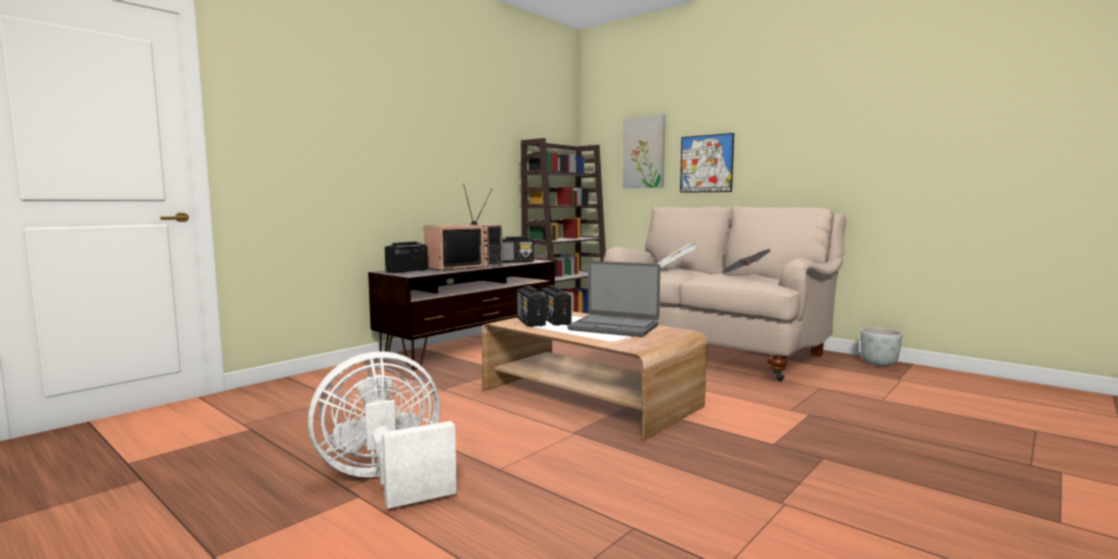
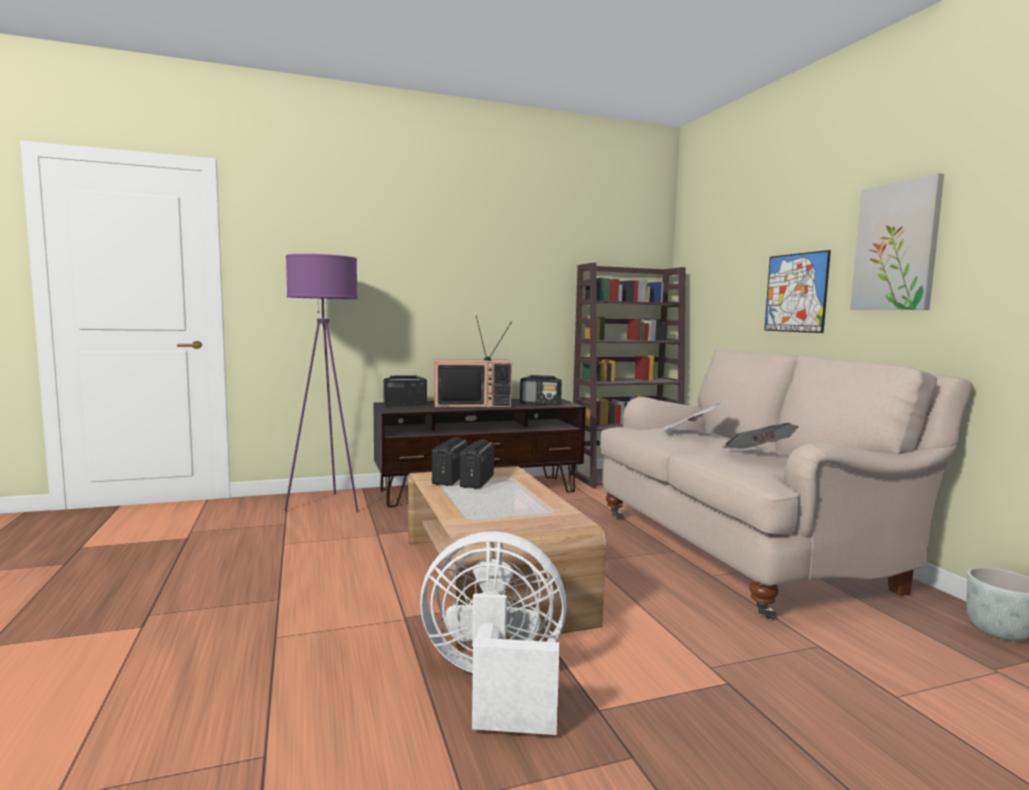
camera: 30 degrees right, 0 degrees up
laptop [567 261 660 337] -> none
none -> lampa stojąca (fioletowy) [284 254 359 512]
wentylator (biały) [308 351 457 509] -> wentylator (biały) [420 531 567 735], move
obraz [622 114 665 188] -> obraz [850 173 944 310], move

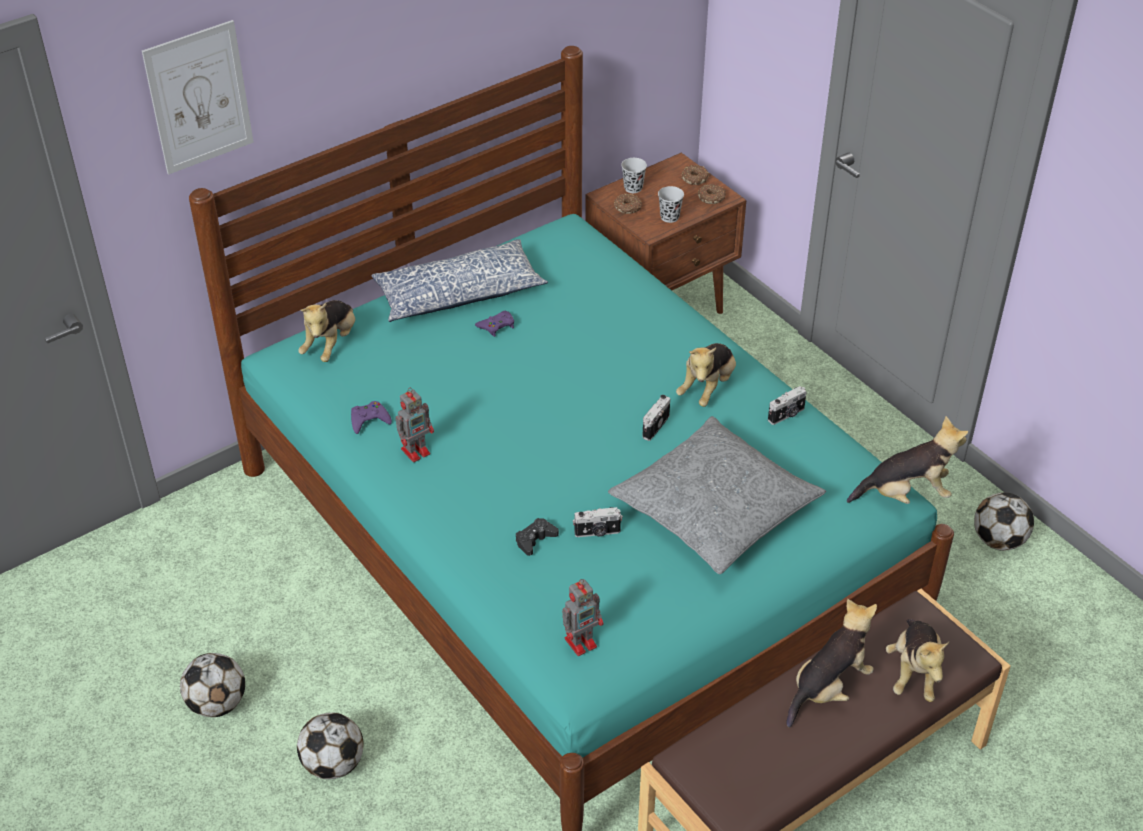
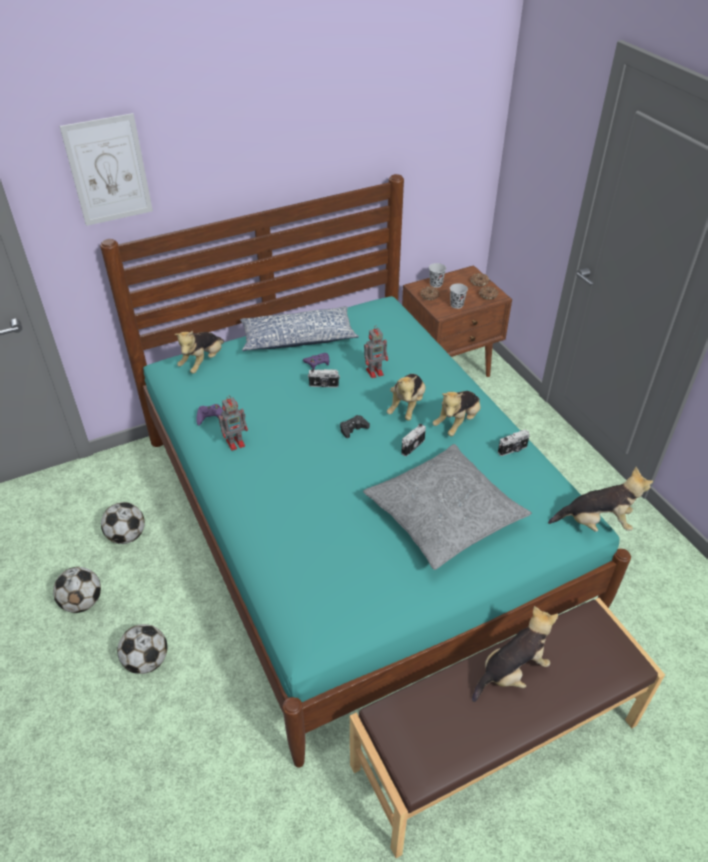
camera: 10 degrees right, 0 degrees up
pad do gier (czarny) [516 518 559 556] -> pad do gier (czarny) [340 415 370 438], move
robot zabawkowy [562 579 603 656] -> robot zabawkowy [364 326 388 378], move
aparat fotograficzny [573 507 623 537] -> aparat fotograficzny [308 369 340 388], move
pluszak [886 619 949 702] -> pluszak [387 374 425 421], move
piłka futbolowa [974 492 1034 551] -> piłka futbolowa [101 502 145 544], move

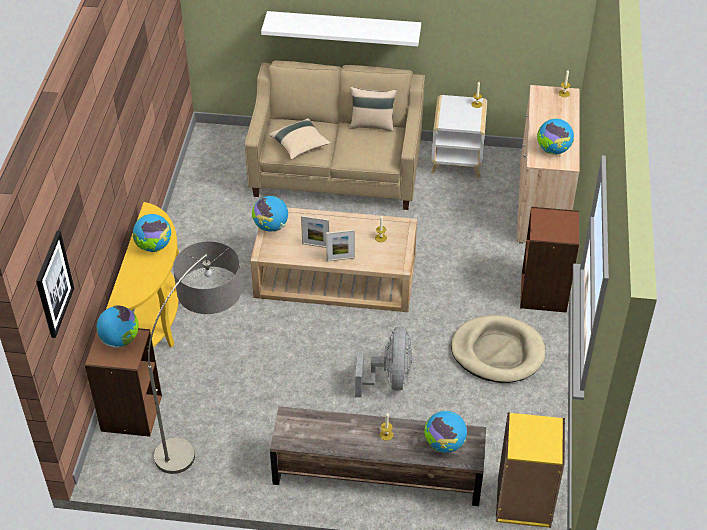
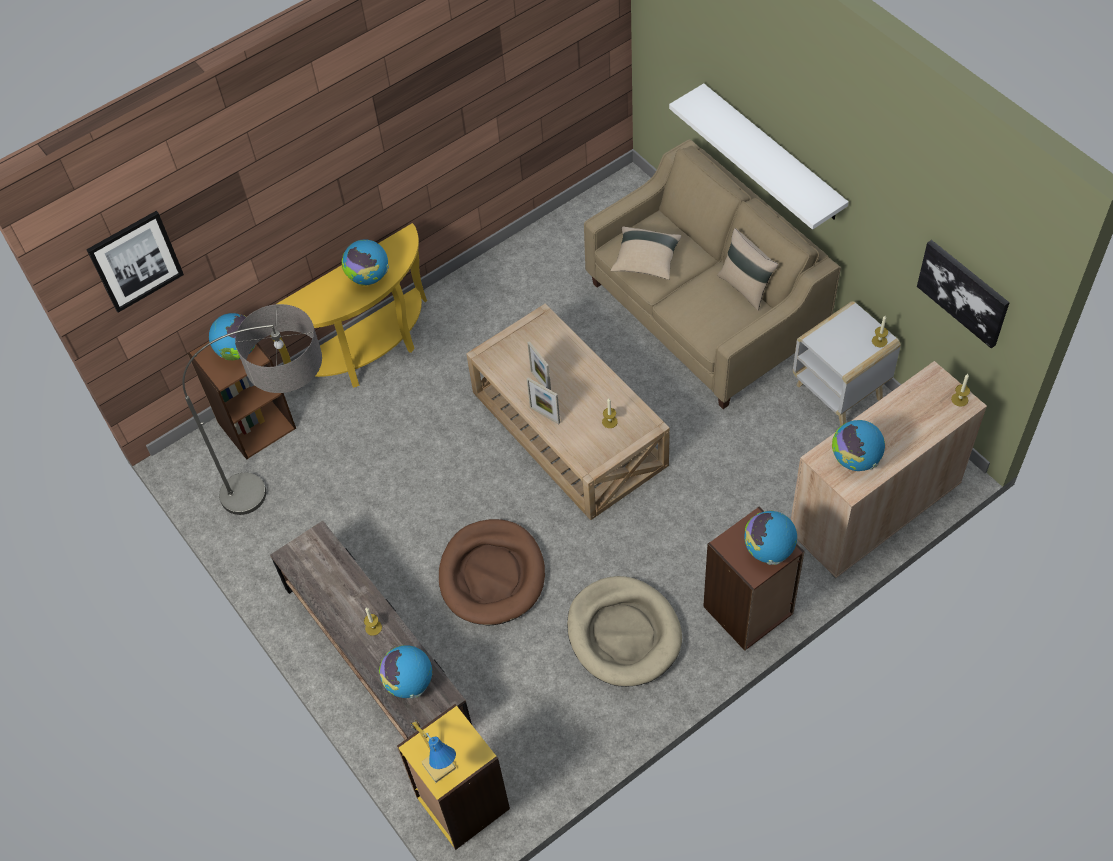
camera: 50 degrees right, 10 degrees up
none -> lampa stołowa [410 720 457 783]
none -> obraz [917 240 1010 348]
globus [252 196 288 231] -> globus [744 511 797 565], move
wentylator (szary) [355 327 412 397] -> legowisko (brązowy) [439 519 545 625]

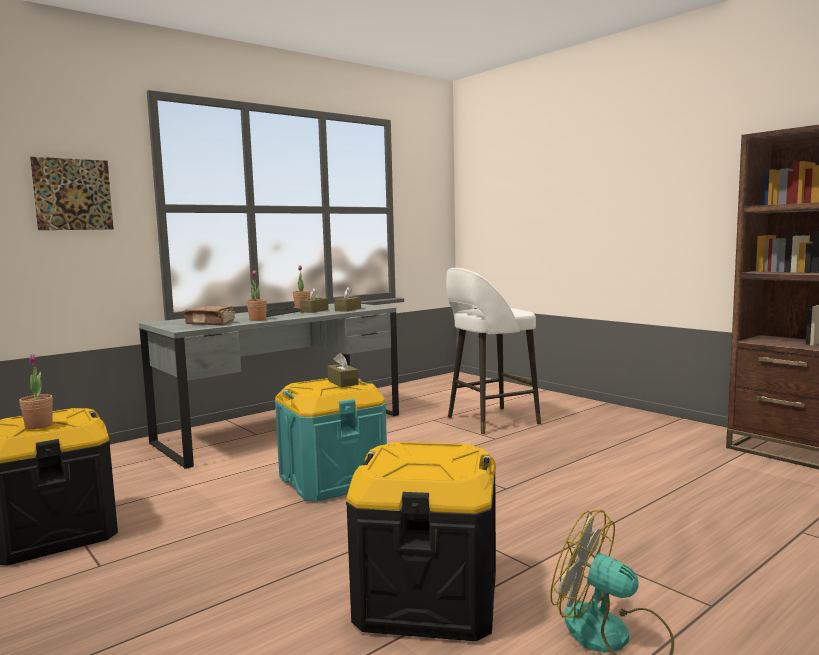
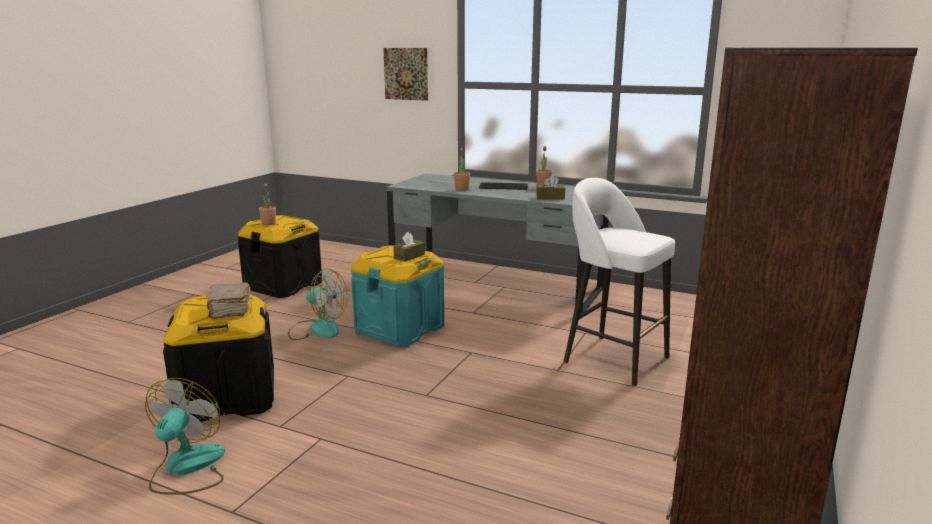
camera: 65 degrees right, 10 degrees up
pudełko chusteczek (brązowy) [300 287 329 313] -> none
none -> wentylator [288 269 347 340]
książka (brązowy) [183 305 235 326] -> książka (brązowy) [207 283 250 319], move

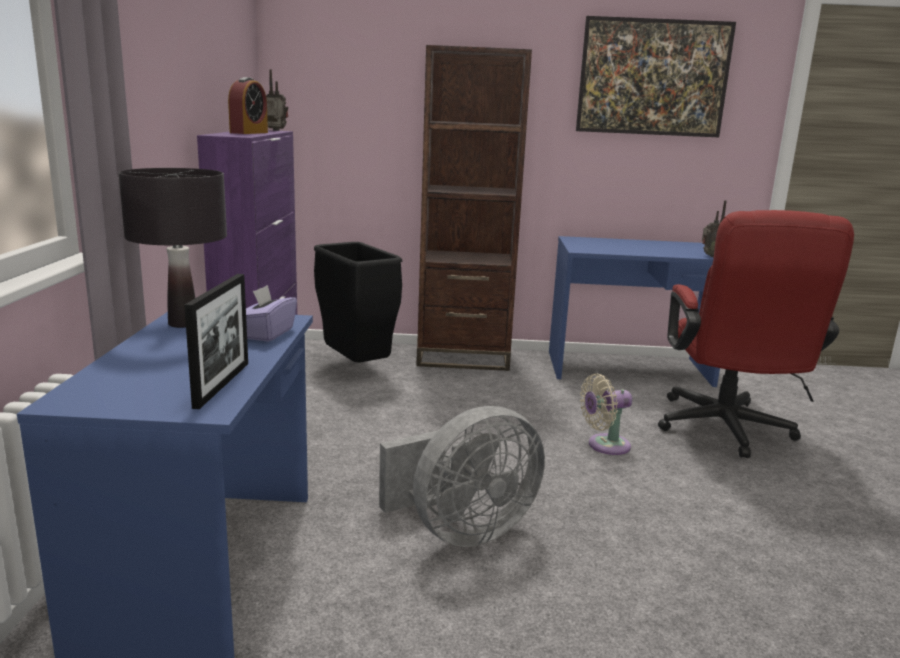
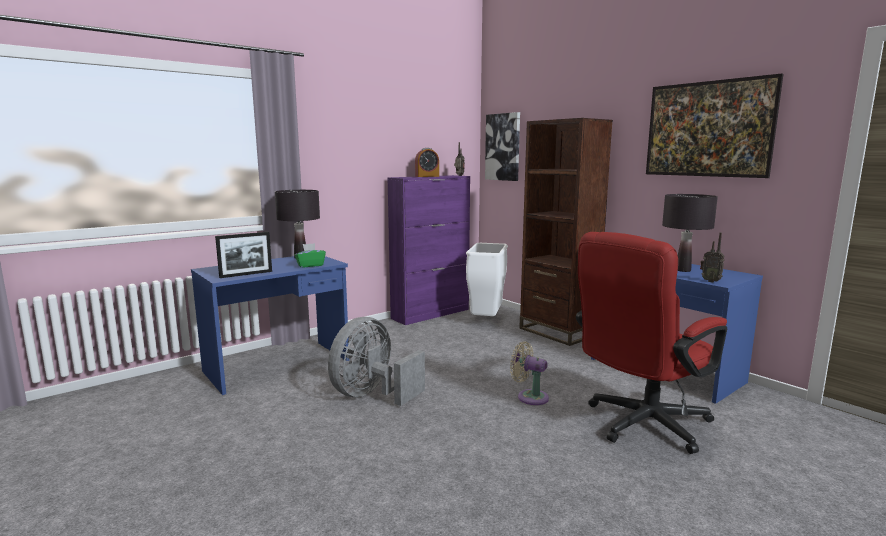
camera: 50 degrees right, 5 degrees down
none -> obraz [485 112 520 181]
none -> lampa stołowa (czarny) [662 194 718 272]
pudełko chusteczek (fioletowy) [246 285 297 342] -> pudełko chusteczek (zielony) [295 243 326 268]
kosz na śmieci (czarny) [314 242 402 363] -> kosz na śmieci (biały) [466 243 508 316]
wentylator (szary) [379 406 545 547] -> wentylator (szary) [328 317 425 406], 105 degrees clockwise

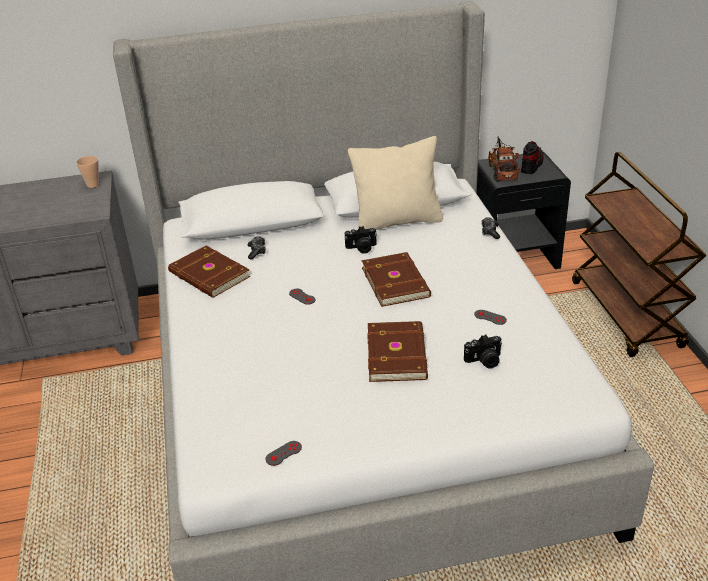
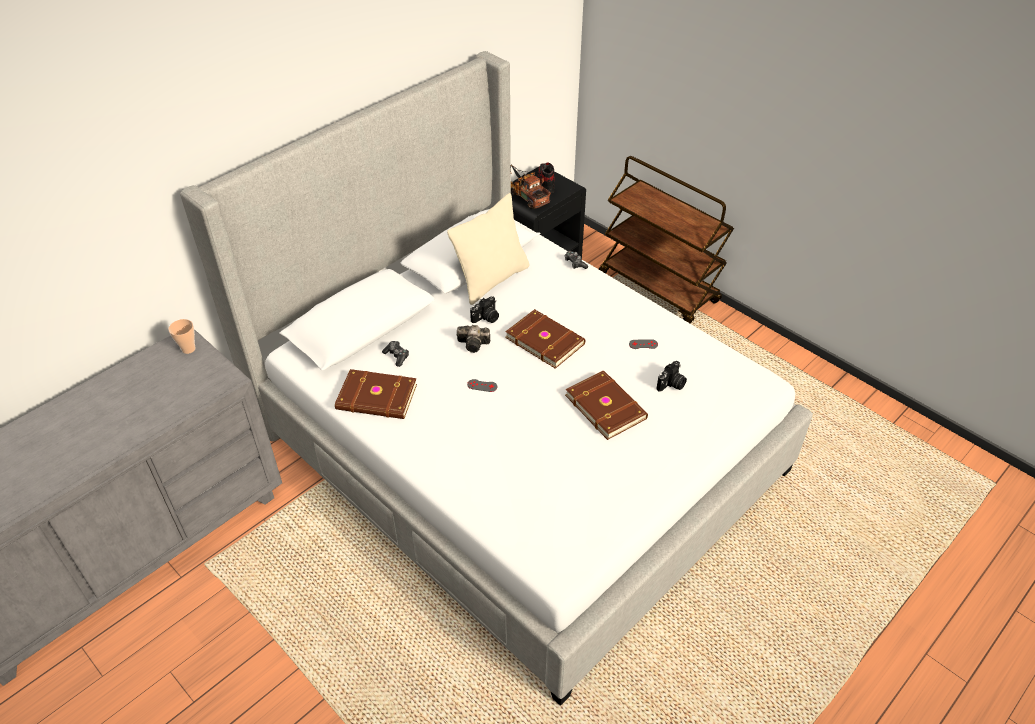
camera: 35 degrees left, 10 degrees up
pad do gier (szary) [266 441 302 466] -> none
none -> aparat fotograficzny [457 325 490 353]

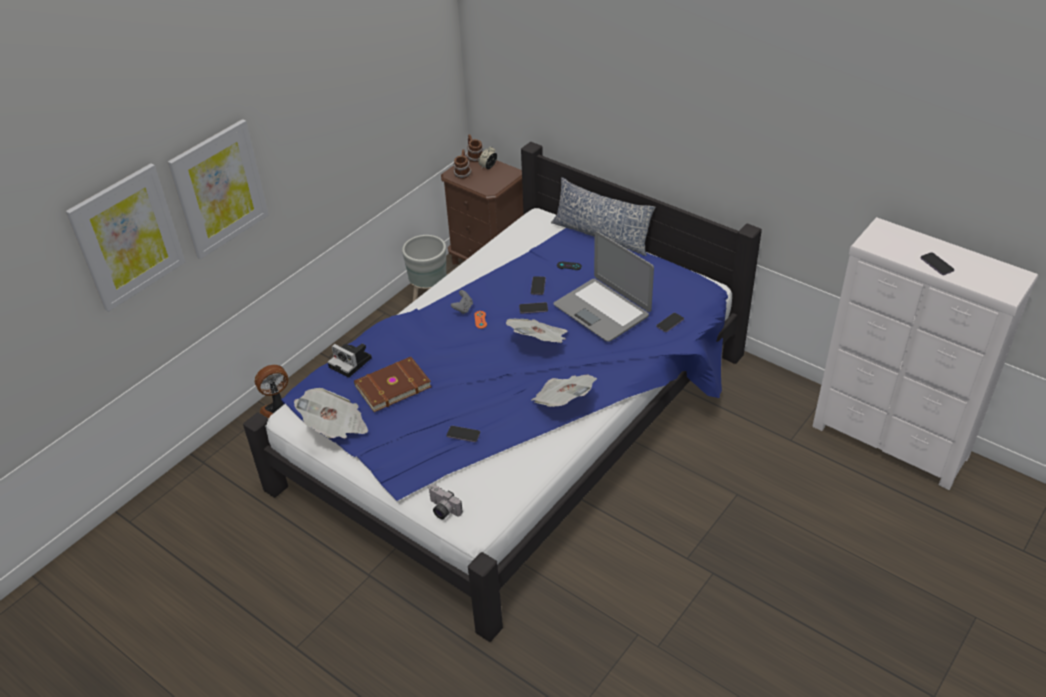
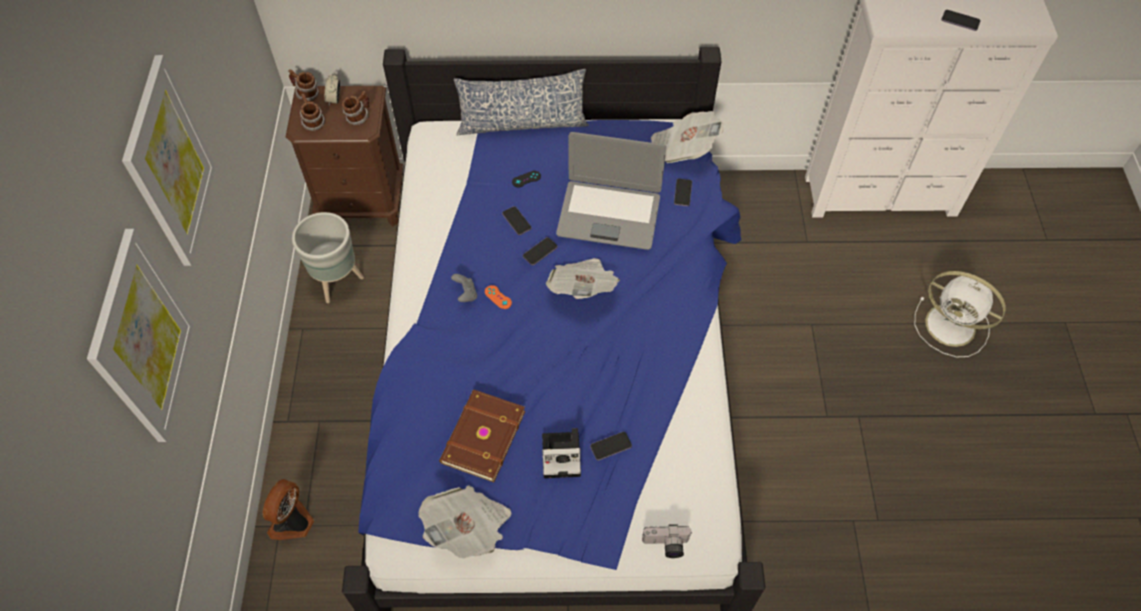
camera: 40 degrees left, 15 degrees up
none -> kubek [342 91 370 126]
none -> wentylator (biały) [914 271 1006 357]
obraz [66 163 185 312] -> obraz [122 55 216 266], move
aparat fotograficzny [328 343 372 378] -> aparat fotograficzny [542 428 581 478], move
gazeta [531 374 597 407] -> gazeta [651 111 724 163], move

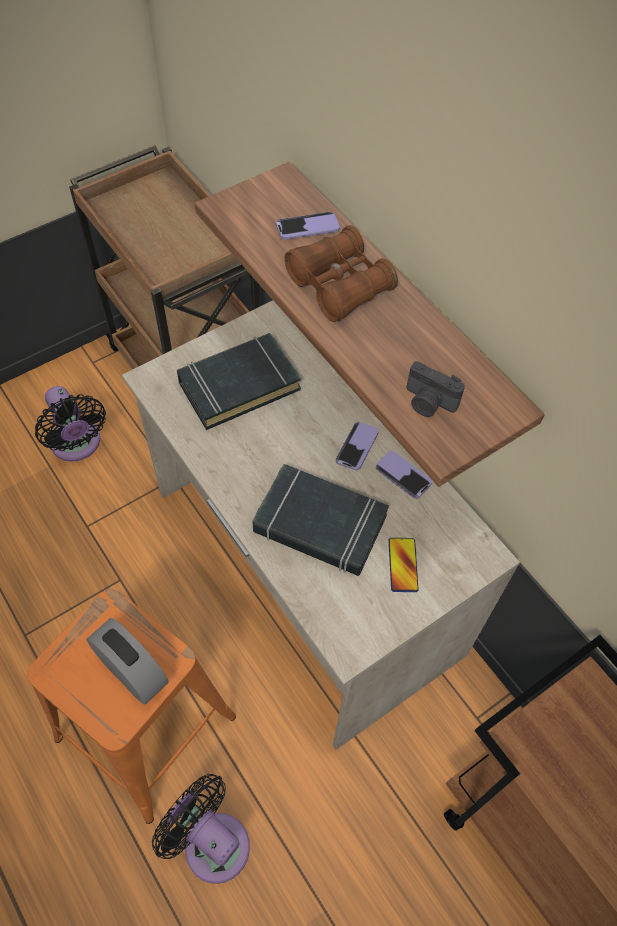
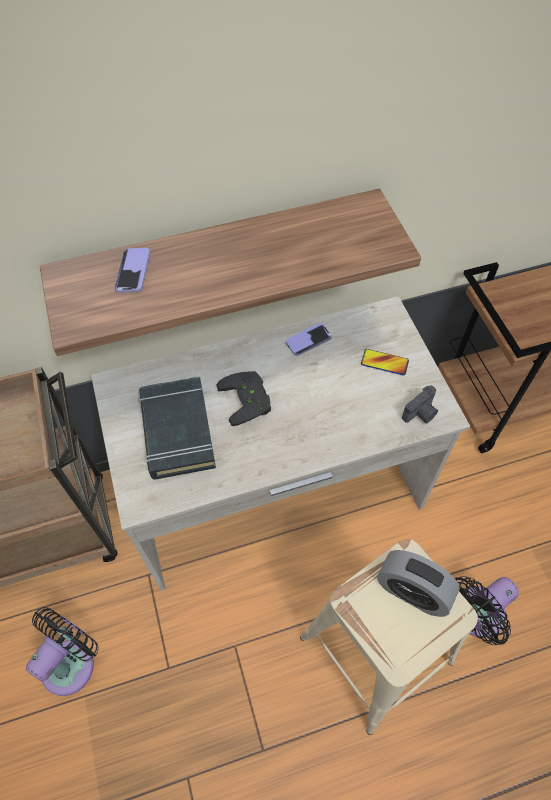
camera: 70 degrees left, 0 degrees up
książka (czarny) [252 464 389 576] -> none
lornetka (brązowy) [284 225 398 322] -> none
telefon [336 422 379 470] -> none
none -> pad do gier (czarny) [217 371 271 426]
aparat fotograficzny [406 361 465 417] -> aparat fotograficzny [402 385 438 423], move
stołek (pomarańczowy) [27 589 236 824] -> stołek (beżowy) [300 539 478 735]
wentylator (czarny) [35 386 106 462] -> wentylator (czarny) [26 607 98 696], 45 degrees counterclockwise
budzik [86 618 169 704] -> budzik [377 550 460 617], 120 degrees counterclockwise

